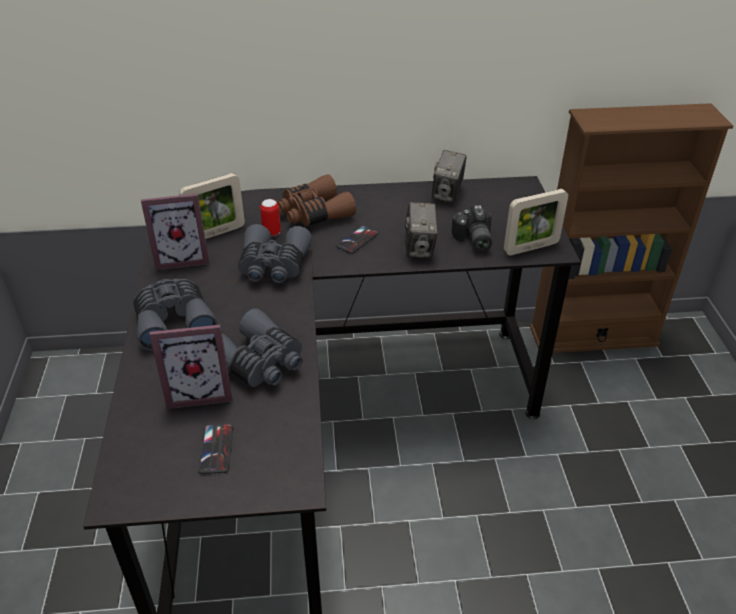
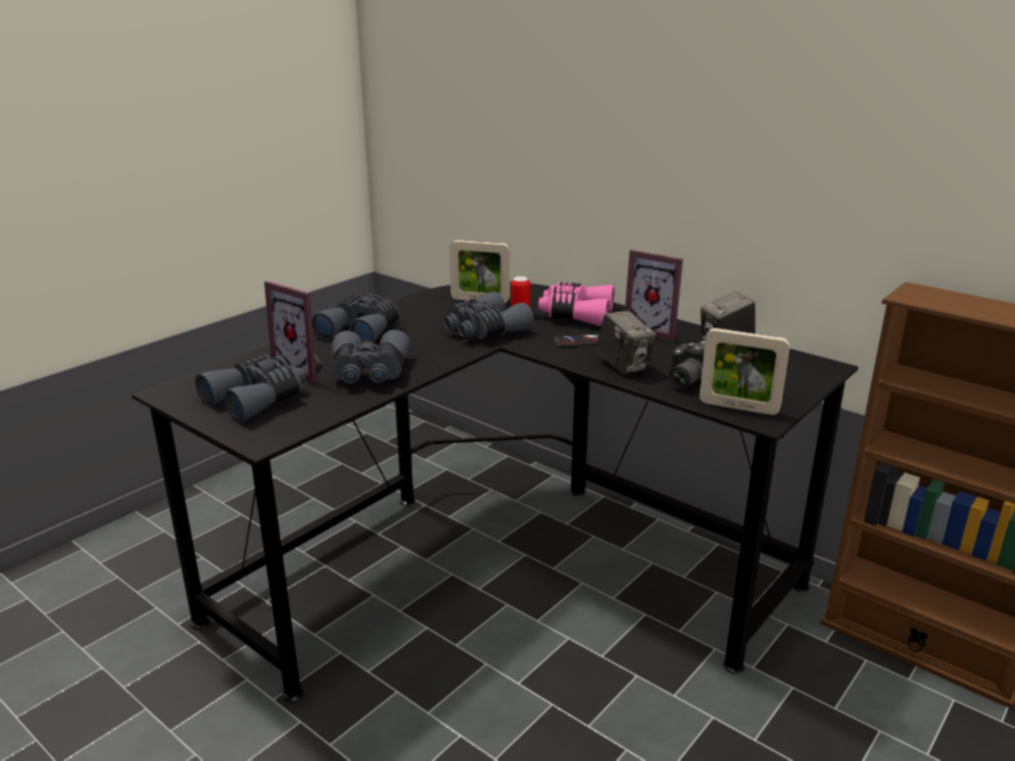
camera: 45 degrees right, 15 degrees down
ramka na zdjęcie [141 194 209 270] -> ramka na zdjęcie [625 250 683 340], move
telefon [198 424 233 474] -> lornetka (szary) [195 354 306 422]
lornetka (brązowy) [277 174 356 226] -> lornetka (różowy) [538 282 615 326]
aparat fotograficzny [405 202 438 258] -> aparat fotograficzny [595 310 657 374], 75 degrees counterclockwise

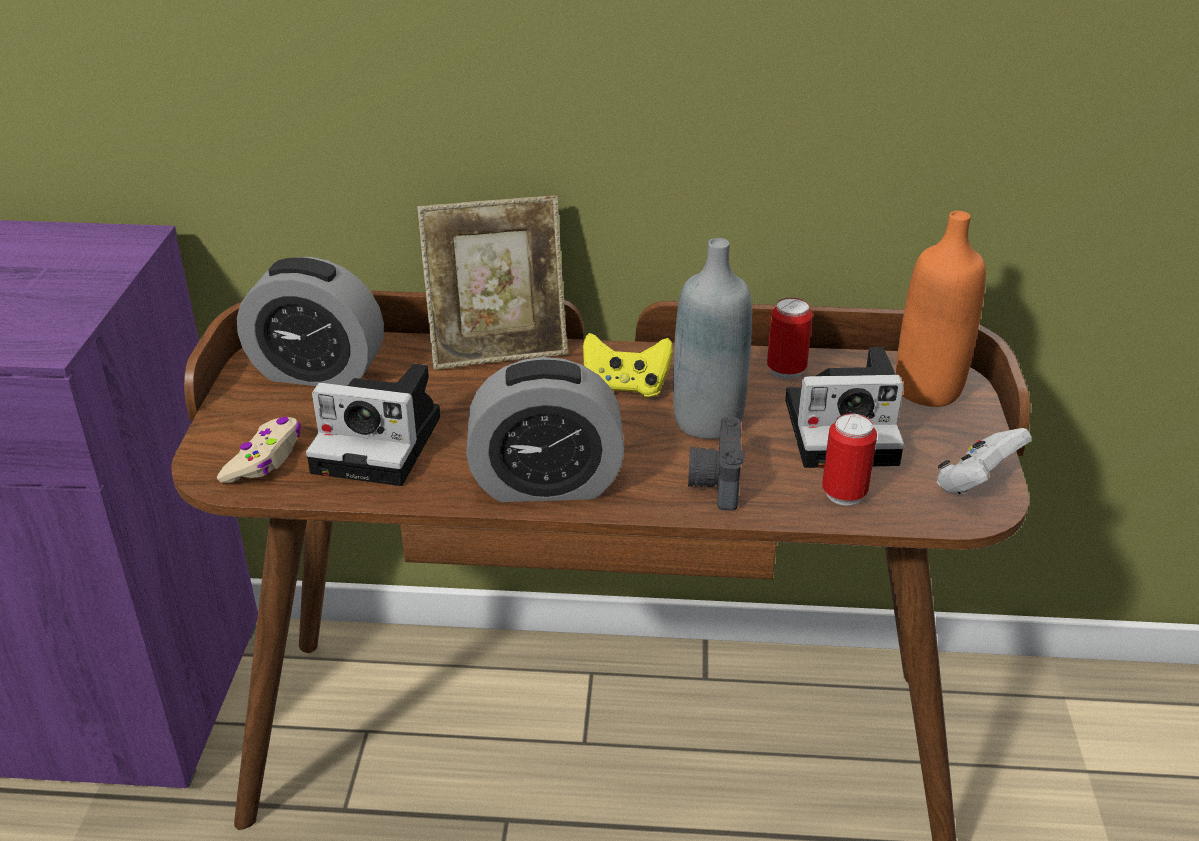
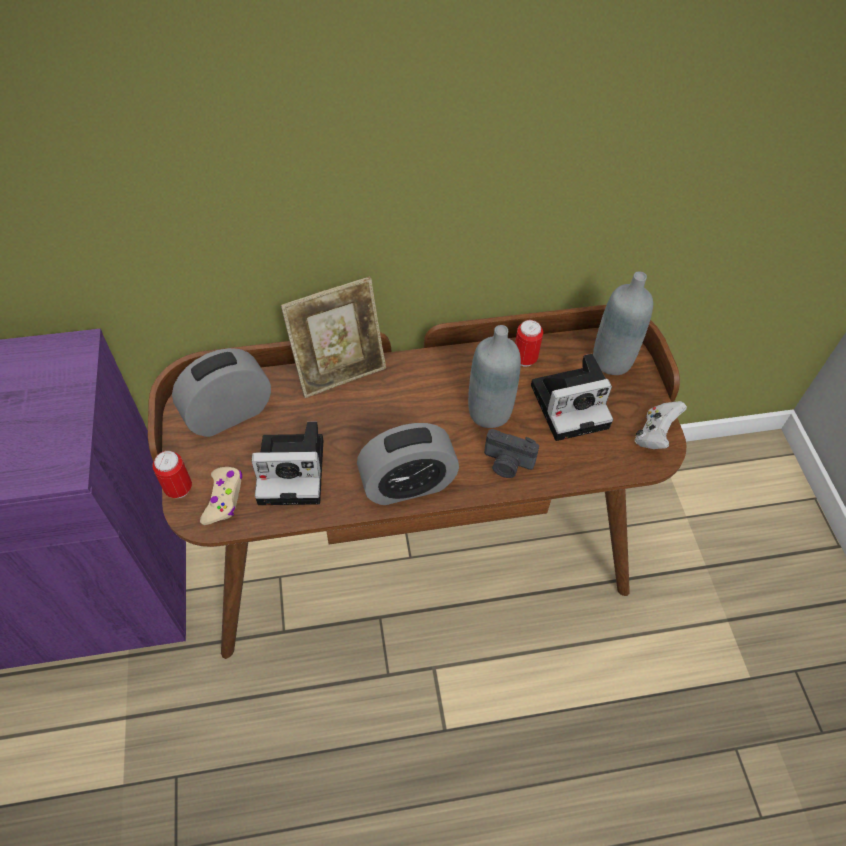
camera: 15 degrees left, 20 degrees up
pad do gier (żółty) [583 333 673 397] -> none
puszka [822 413 877 505] -> puszka [152 451 192 498], move
butelka (pomarańczowy) [896 211 986 407] -> butelka (szary) [593 271 653 375]
budzik [237 257 384 386] -> budzik [172 348 271 437], 150 degrees clockwise
aparat fotograficzny [688 417 745 511] -> aparat fotograficzny [484 429 539 478], 60 degrees counterclockwise

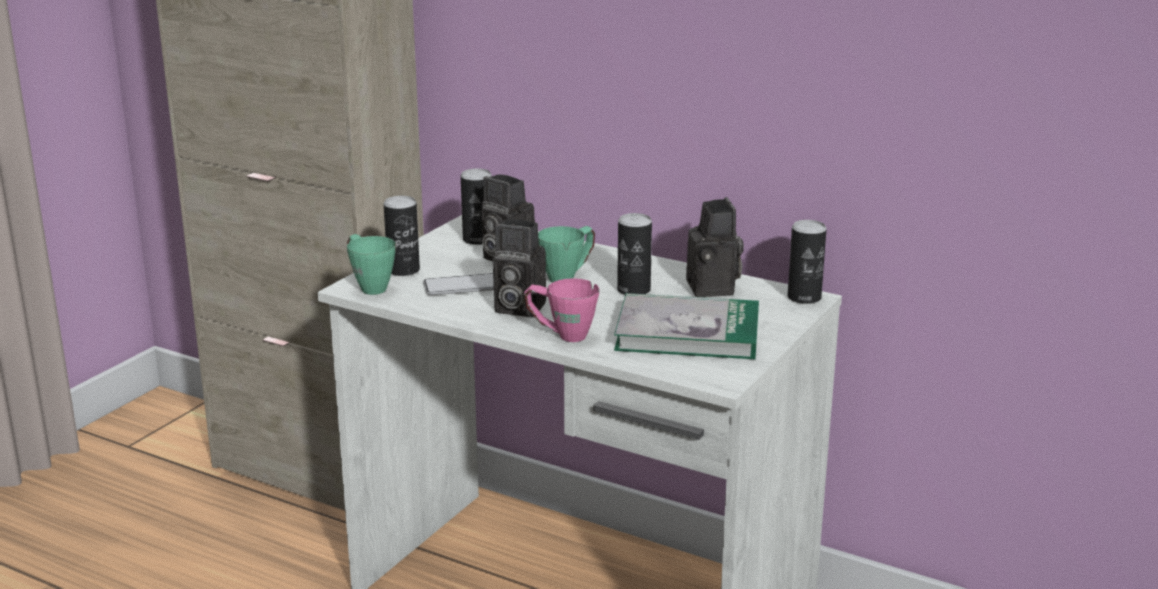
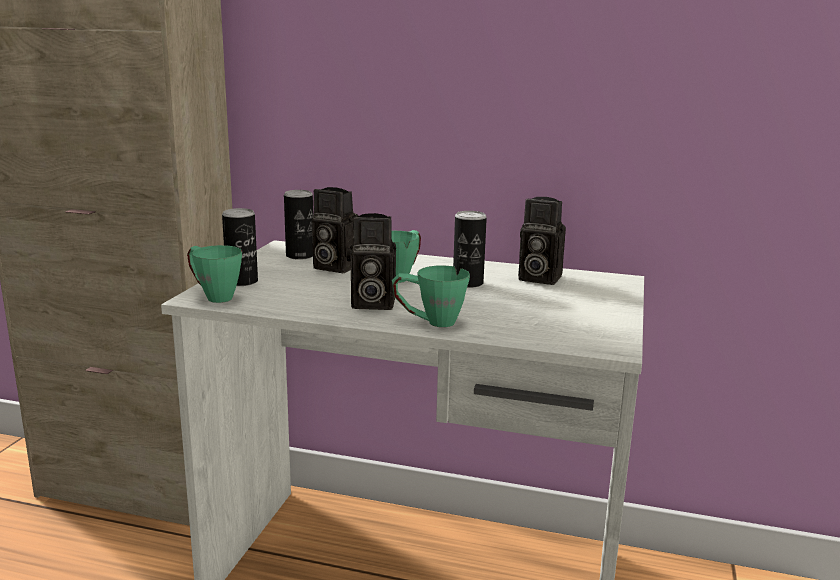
camera: 15 degrees left, 5 degrees down
telefon [423 273 494 295] -> none
książka [614 293 759 359] -> none
puszka [787 220 827 304] -> none
kubek (różowy) [524 278 599 342] -> kubek (zielony) [392 266 470 327]
aparat fotograficzny [686 197 744 297] -> aparat fotograficzny [518 197 566 285], 135 degrees clockwise

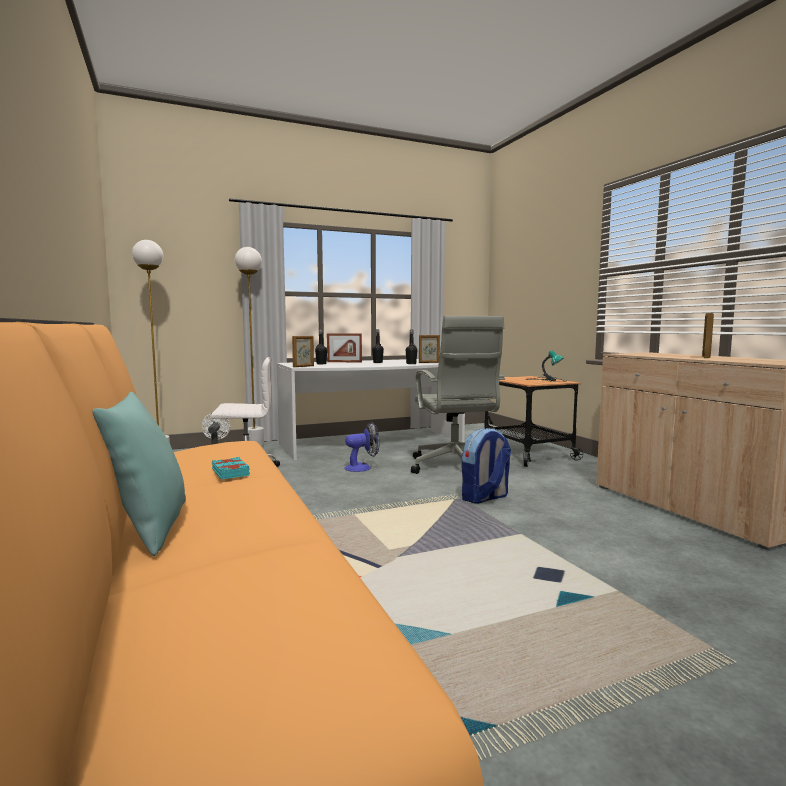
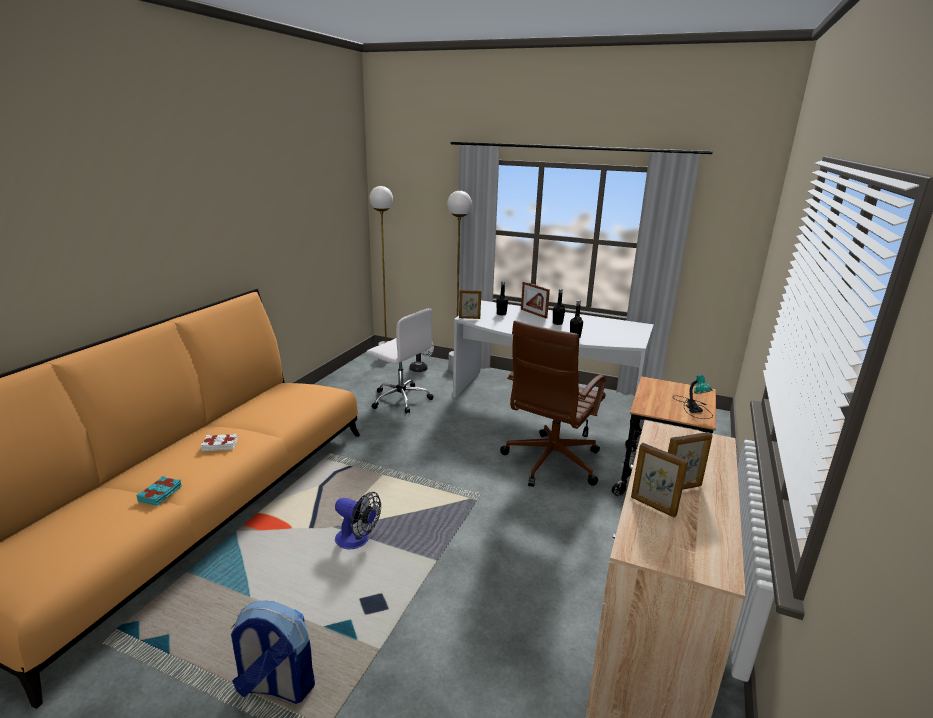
camera: 45 degrees right, 15 degrees up
poduszka (turkusowy) [92 392 186 556] -> none
none -> książka (biały) [201 434 238 451]
książka (turkusowy) [212 457 250 480] -> książka (turkusowy) [137 476 182 506], move
wentylator [345 422 380 472] -> wentylator [335 492 381 549], move
ramka na zdjęcie [419 335 440 363] -> ramka na zdjęcie [631 443 688 518], move
plecak [462 428 511 504] -> plecak [231 601 315 704], move
krzesło biurowe (szary) [411 316 505 474] -> krzesło biurowe (brązowy) [500 321 606 487]

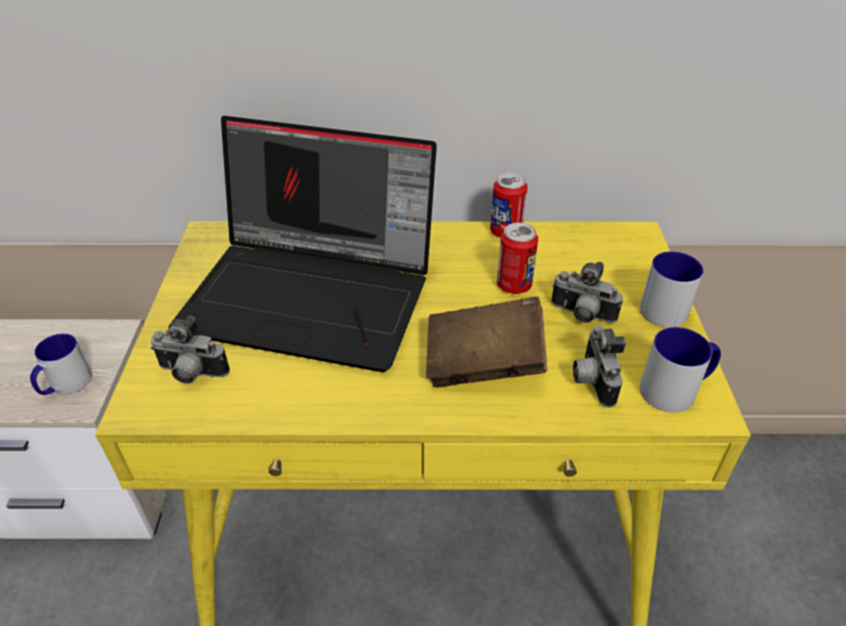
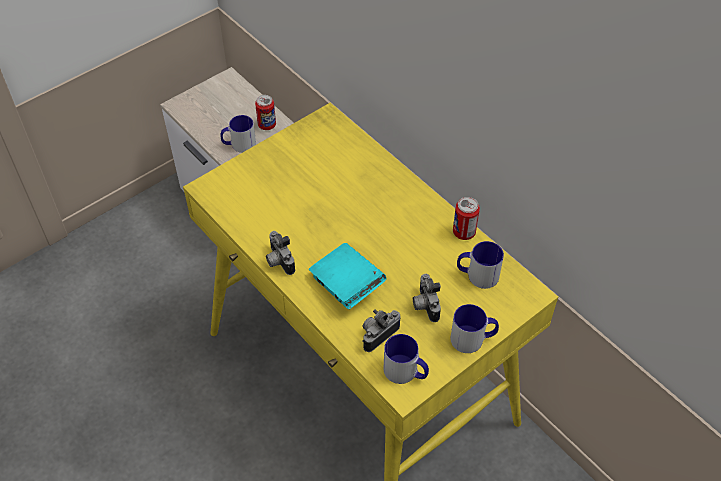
camera: 50 degrees right, 10 degrees up
laptop [168 116 437 372] -> none
none -> kubek [457 241 504 289]
aparat fotograficzny [151 316 230 384] -> aparat fotograficzny [266 231 295 275], move
puszka [497 223 538 294] -> puszka [255 95 276 130], move
książka (brązowy) [426 297 547 388] -> książka (turkusowy) [309 243 386 309]

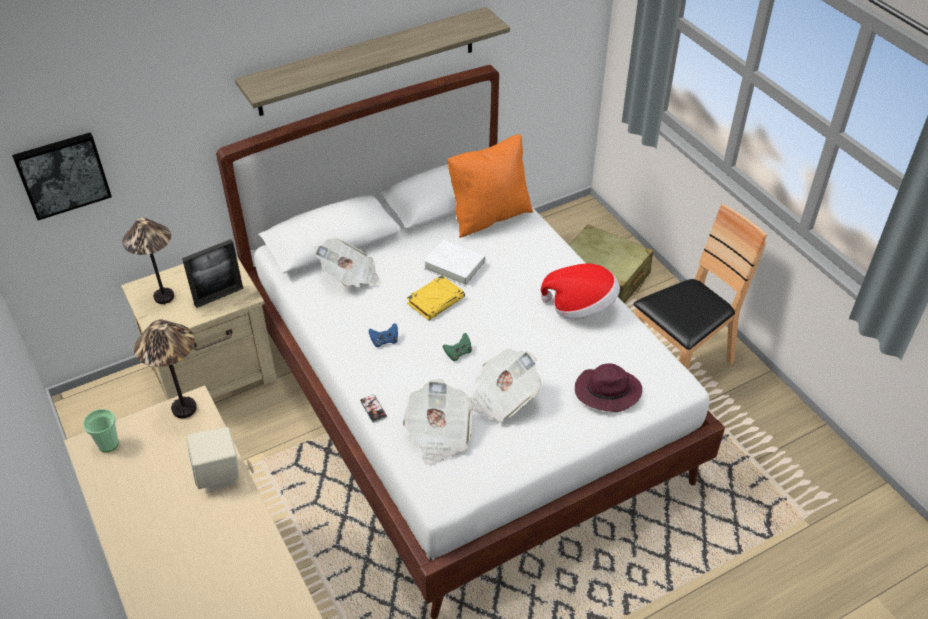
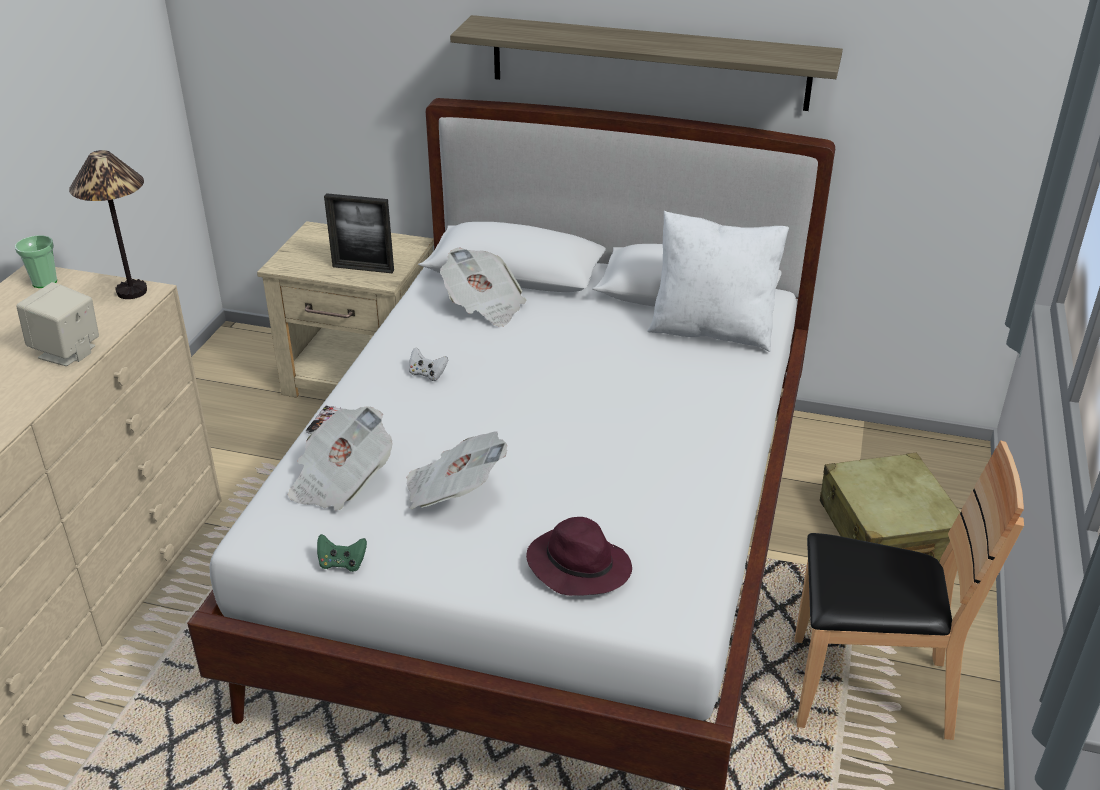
camera: 45 degrees right, 10 degrees down
obraz [12 132 112 220] -> none
lampa stołowa [122 218 174 304] -> none
książka (żółty) [407 275 465 320] -> none
książka (biały) [424 240 486 286] -> none
kapelusz [541 264 620 319] -> none
pad do gier (zielony) [443 333 472 361] -> pad do gier (zielony) [317 534 367 572], move
pad do gier (niebieski) [369 323 398 347] -> pad do gier (biały) [409 347 449 381]
poduszka (pomarańczowy) [447 134 533 238] -> poduszka (biały) [647 211 789 352]

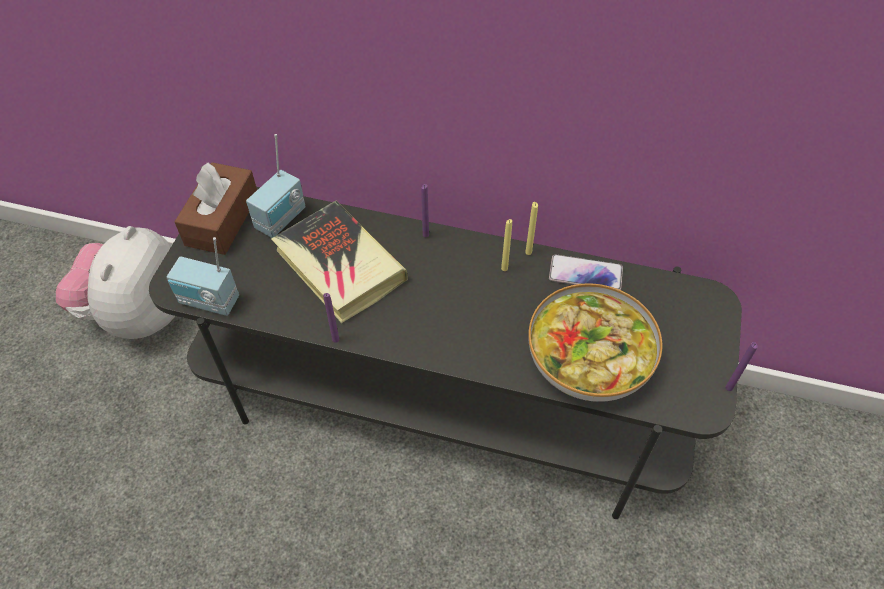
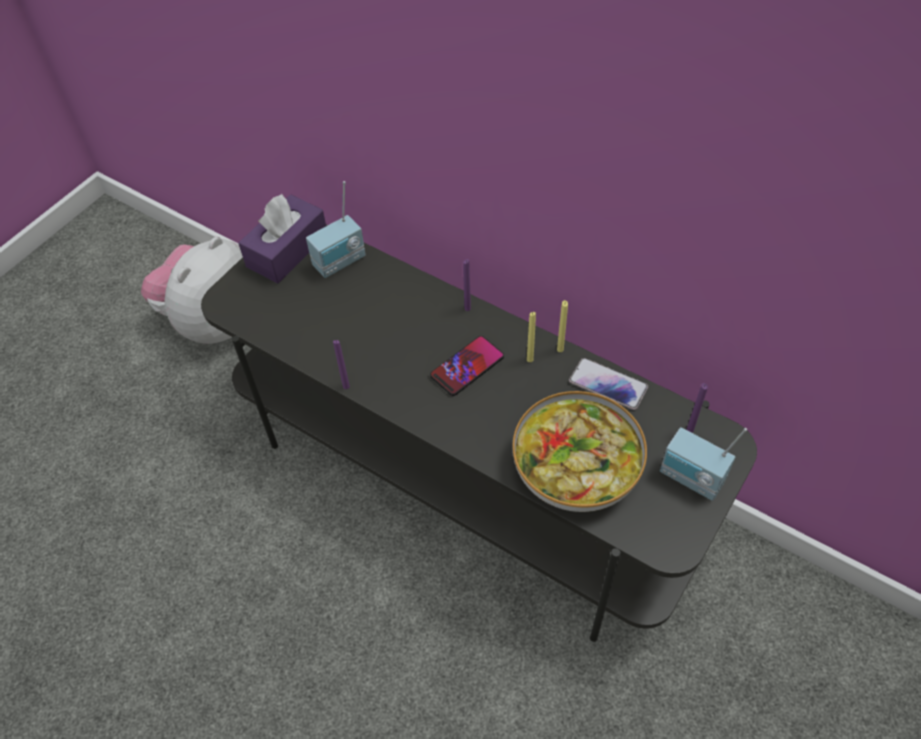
camera: 20 degrees right, 0 degrees up
książka [271 200 408 323] -> none
none -> telefon [430 336 504 396]
radio [167 237 239 316] -> radio [660 427 747 501], move
świeca (fioletowy) [725 342 758 391] -> świeca (fioletowy) [687 383 708 433], move
pudełko chusteczek (brązowy) [174 162 257 255] -> pudełko chusteczek (fioletowy) [238 194 326 283]

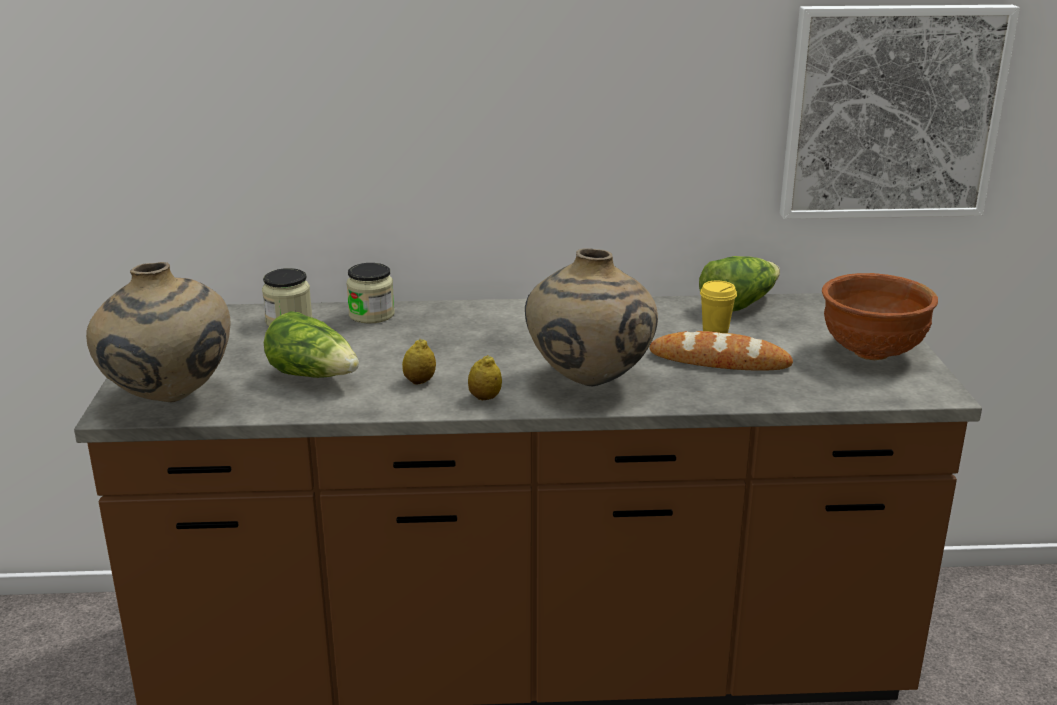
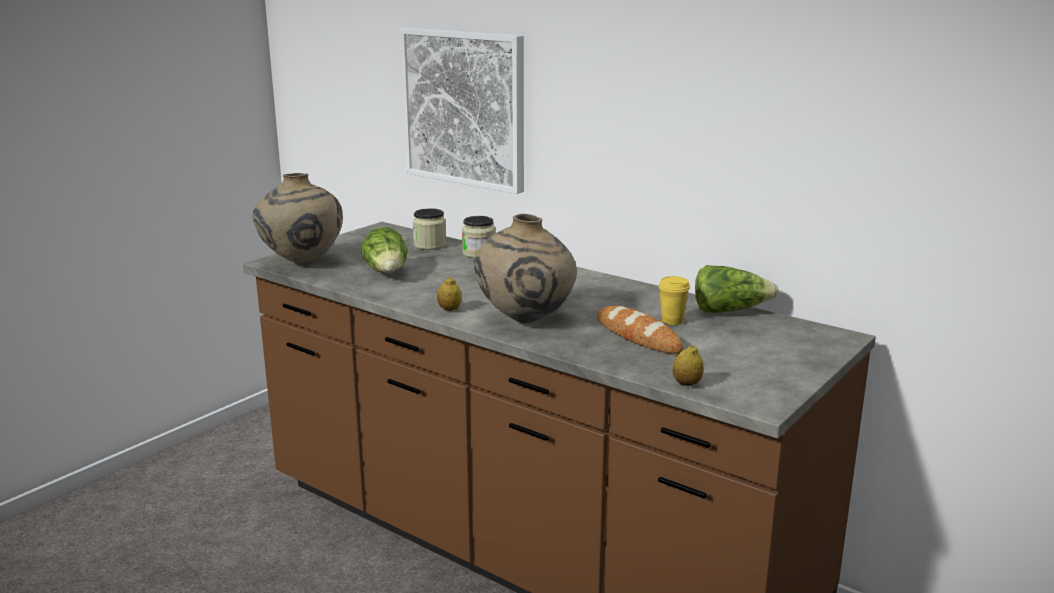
camera: 40 degrees right, 5 degrees down
miska (brązowy) [822 273 938 360] -> none
cytryna [402 339 436 384] -> cytryna [673 345 704 386], move
obraz [780 5 1020 219] -> obraz [400 28 524 194], move

